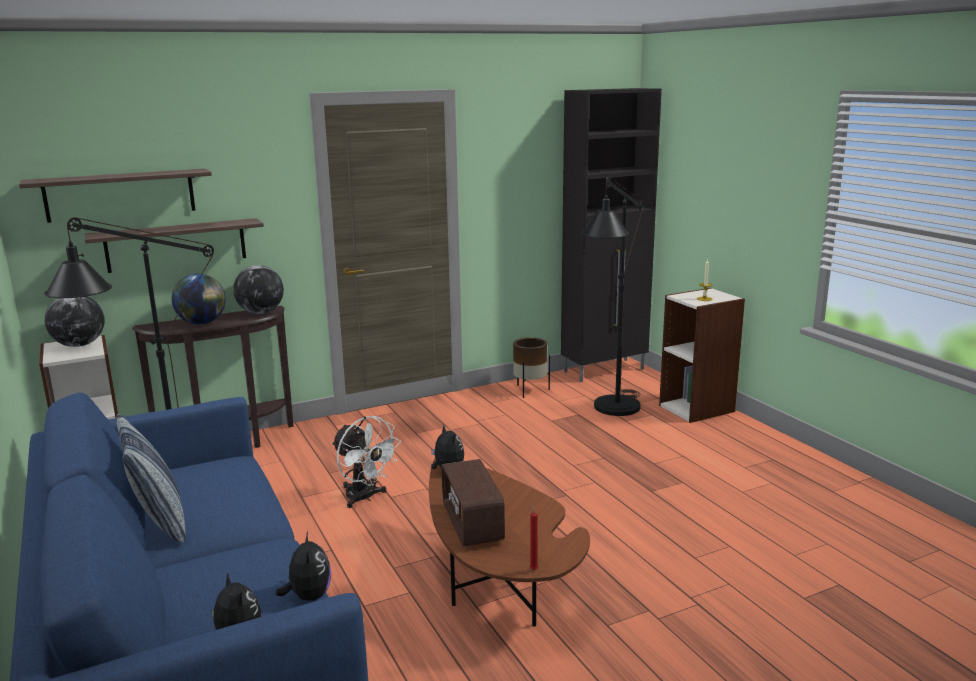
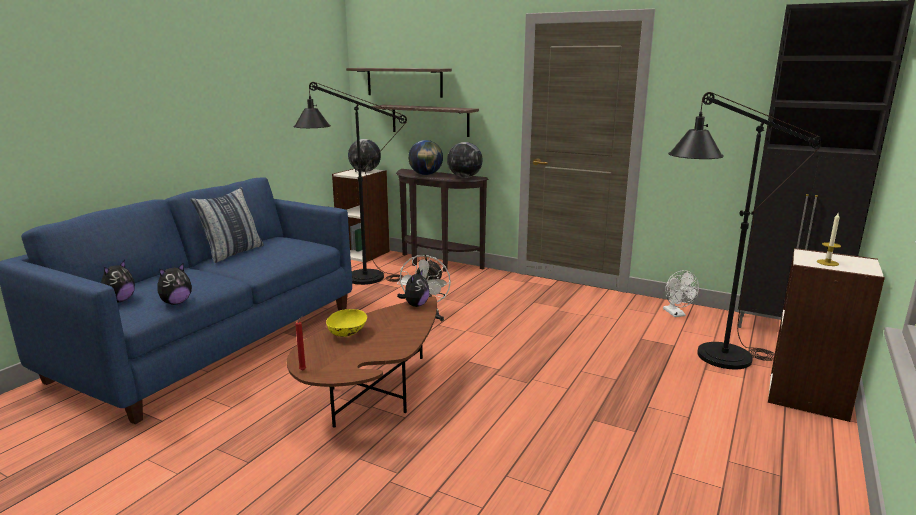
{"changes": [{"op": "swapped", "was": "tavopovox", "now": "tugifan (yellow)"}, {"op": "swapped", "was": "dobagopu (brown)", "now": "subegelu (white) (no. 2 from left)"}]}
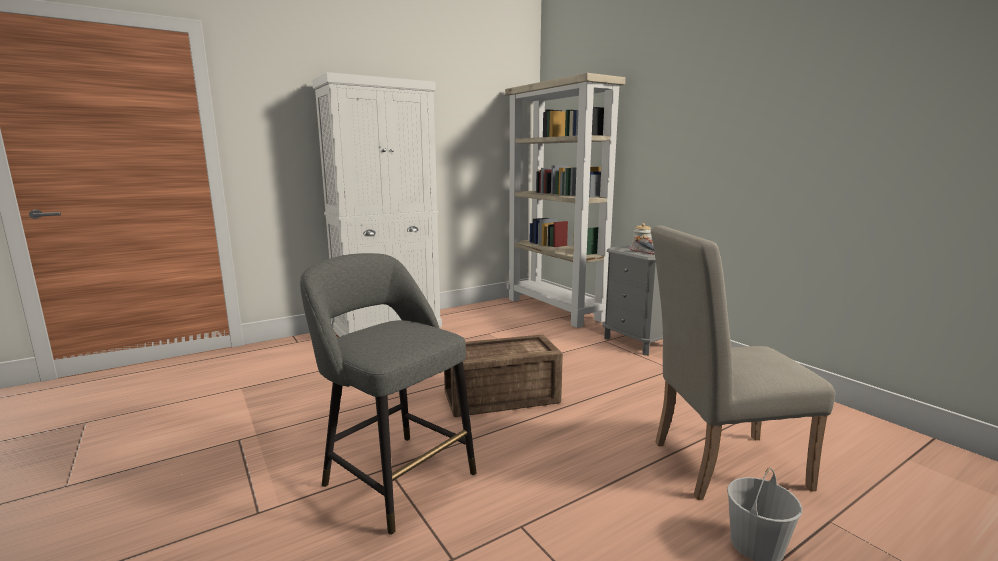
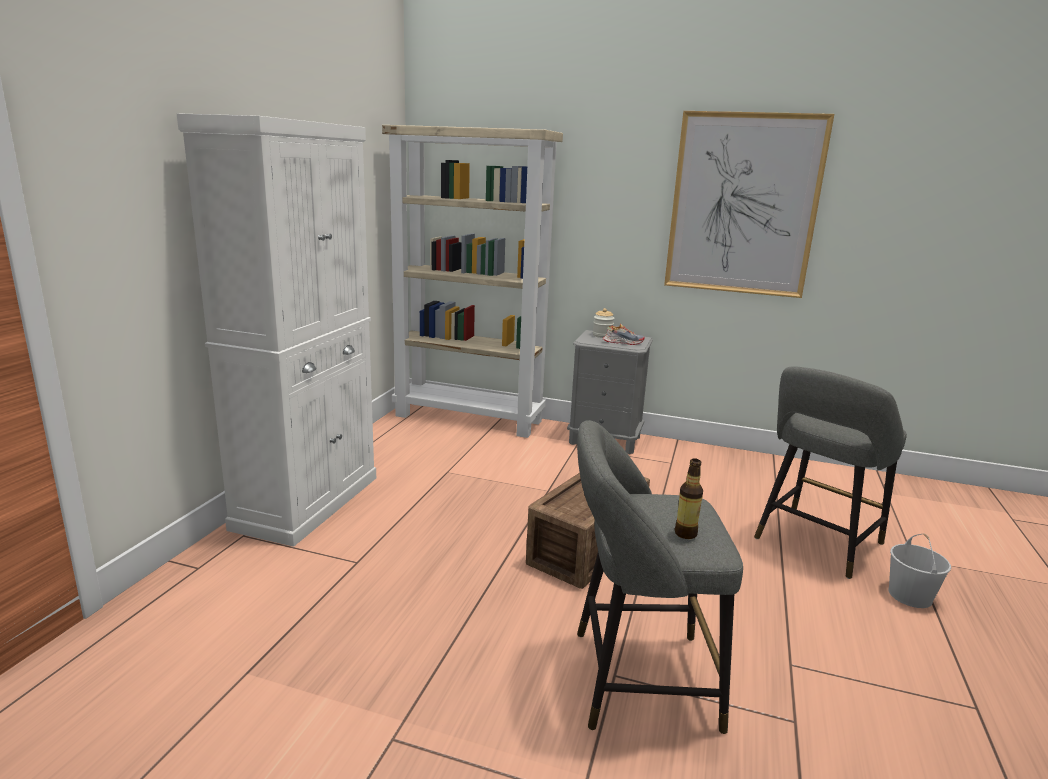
{"changes": [{"op": "new", "now": "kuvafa"}, {"op": "new", "now": "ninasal"}, {"op": "swapped", "was": "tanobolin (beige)", "now": "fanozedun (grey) (no. 2 from left)"}]}
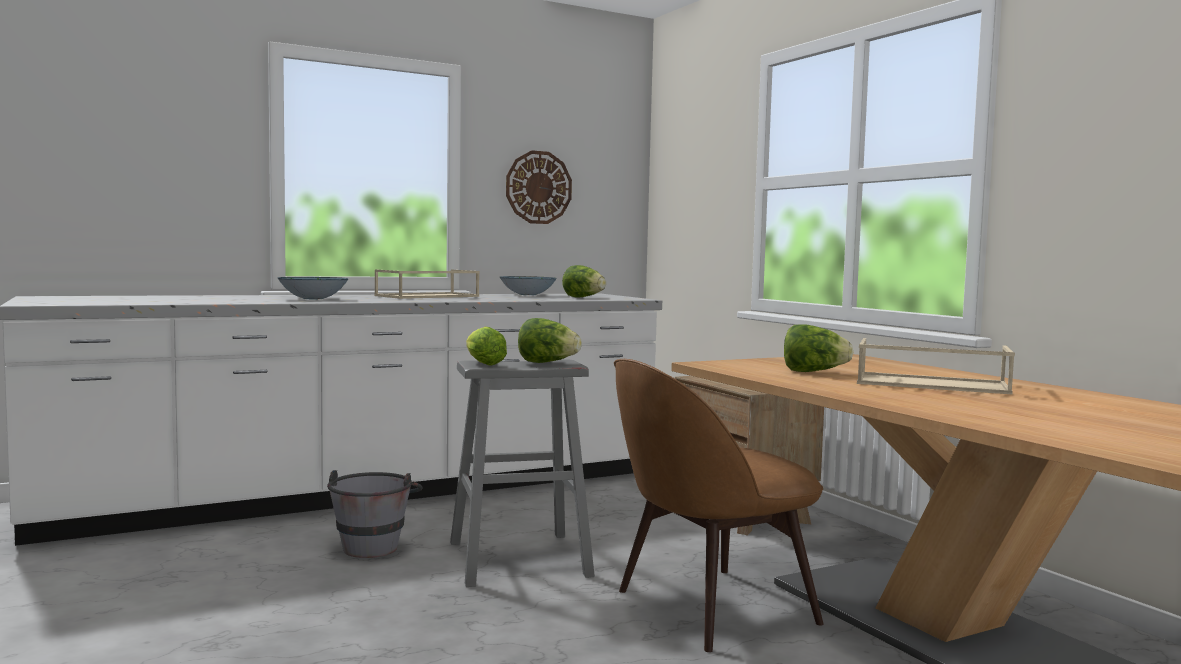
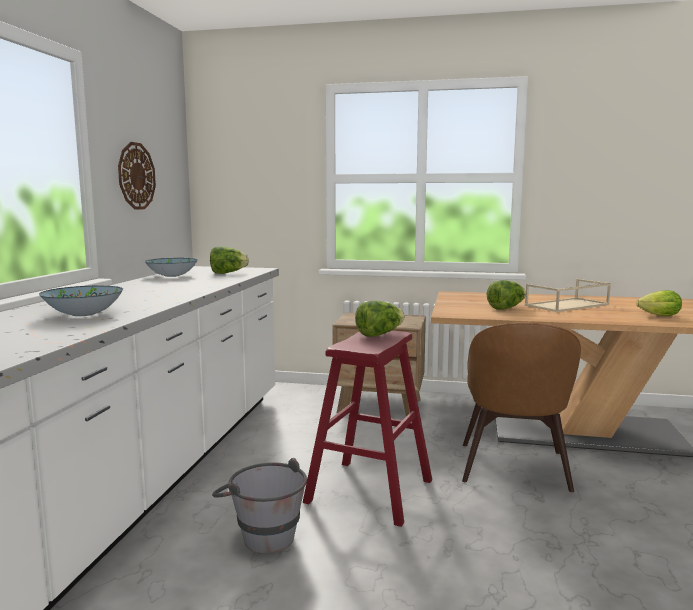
{"changes": [{"op": "repainted", "was": "fanozedun (grey)", "now": "fanozedun (red)"}, {"op": "shifted", "was": "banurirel (no. 1 from left in the first image)", "now": "banurirel (no. 4 from left)"}, {"op": "gone", "was": "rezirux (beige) (no. 1 from left)"}]}
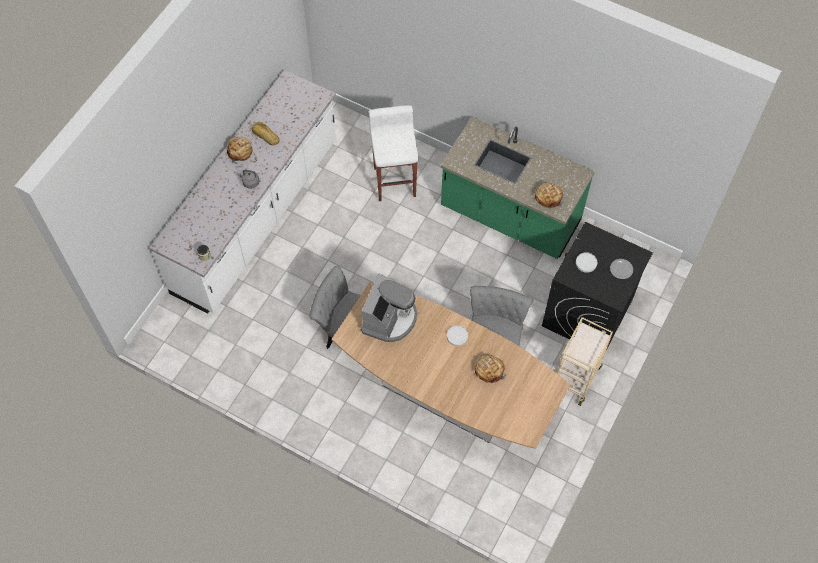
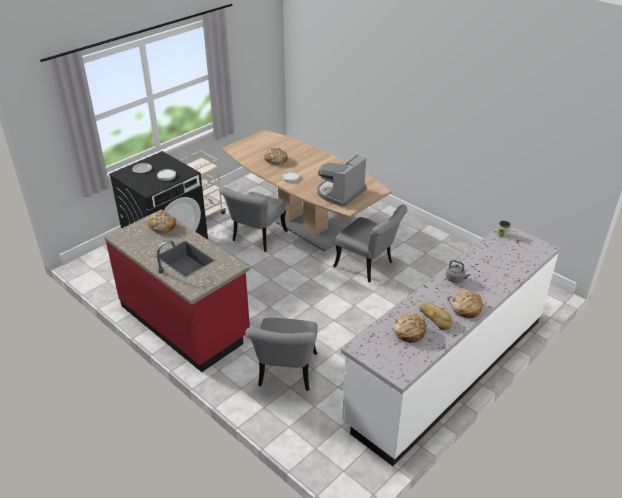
{"changes": [{"op": "repainted", "was": "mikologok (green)", "now": "mikologok (red)"}, {"op": "swapped", "was": "fanozedun (white)", "now": "tanobolin (grey) (no. 2 from left)"}, {"op": "new", "now": "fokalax (no. 3 from left)"}]}
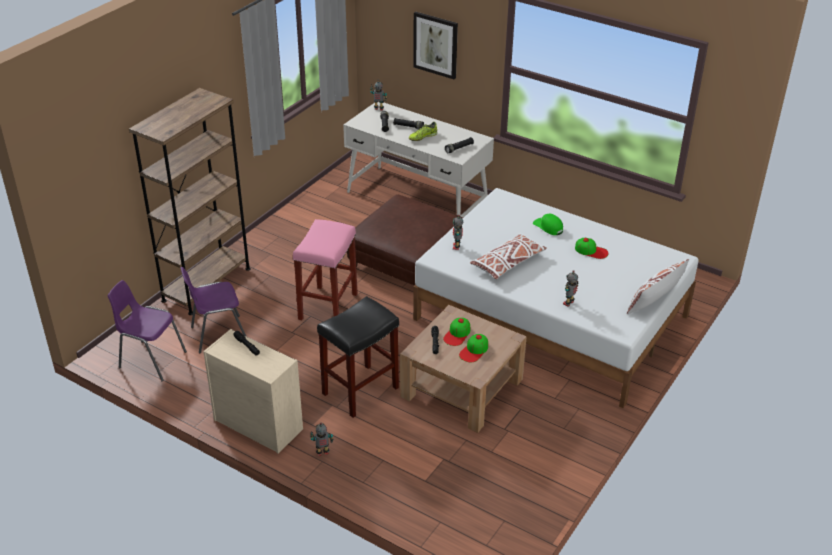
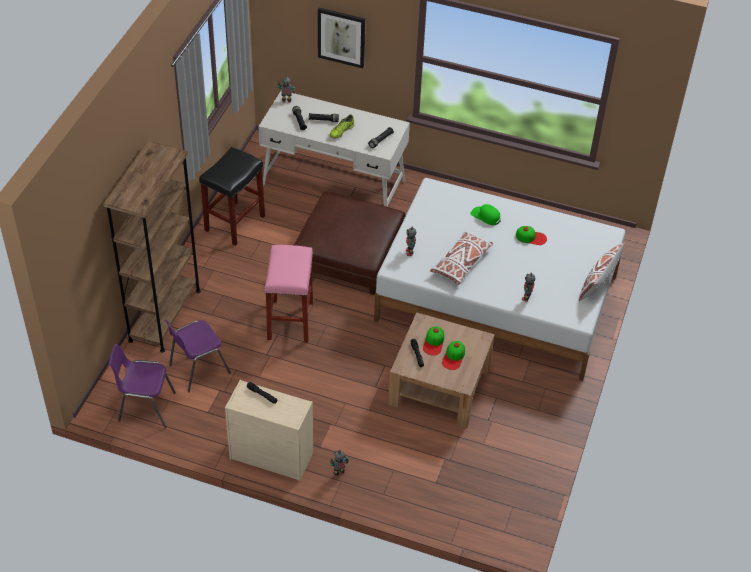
{"changes": [{"op": "shifted", "was": "fanozedun (black)"}]}
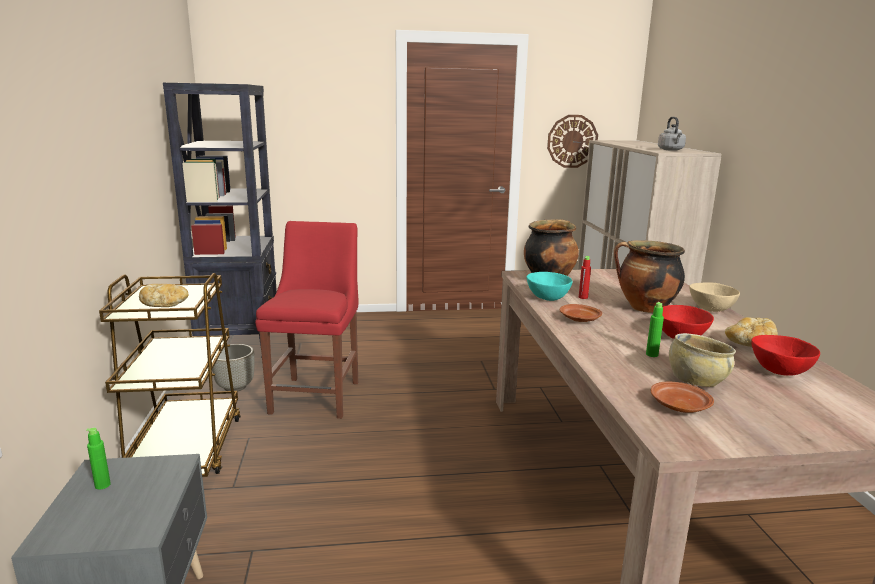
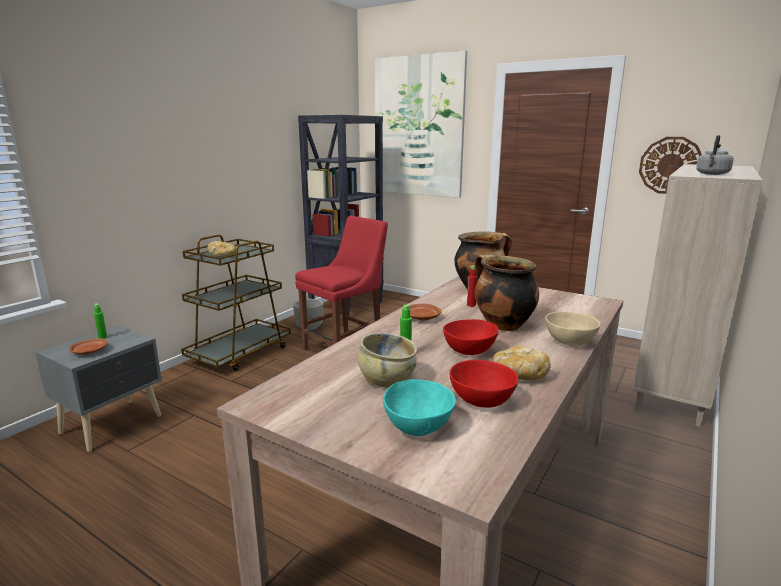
{"changes": [{"op": "shifted", "was": "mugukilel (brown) (no. 2 from left in the first image)", "now": "mugukilel (brown) (no. 1 from left)"}, {"op": "new", "now": "kuvafa"}, {"op": "shifted", "was": "tugifan (turquoise)"}]}
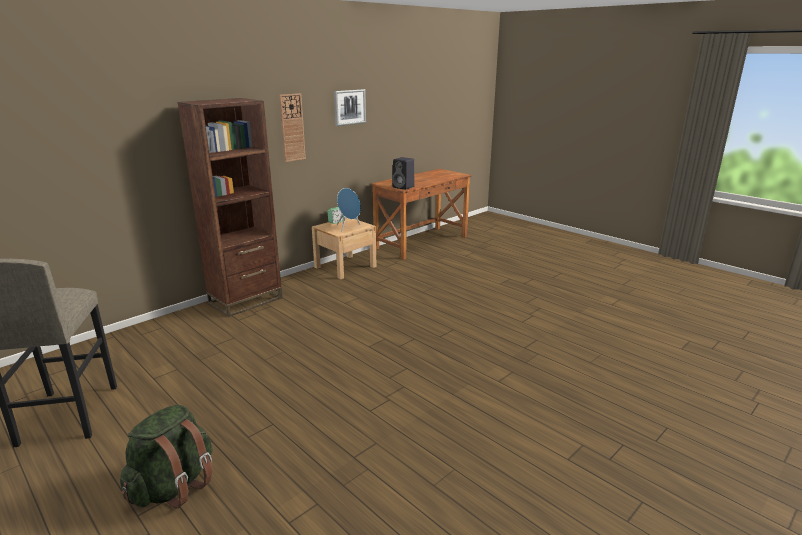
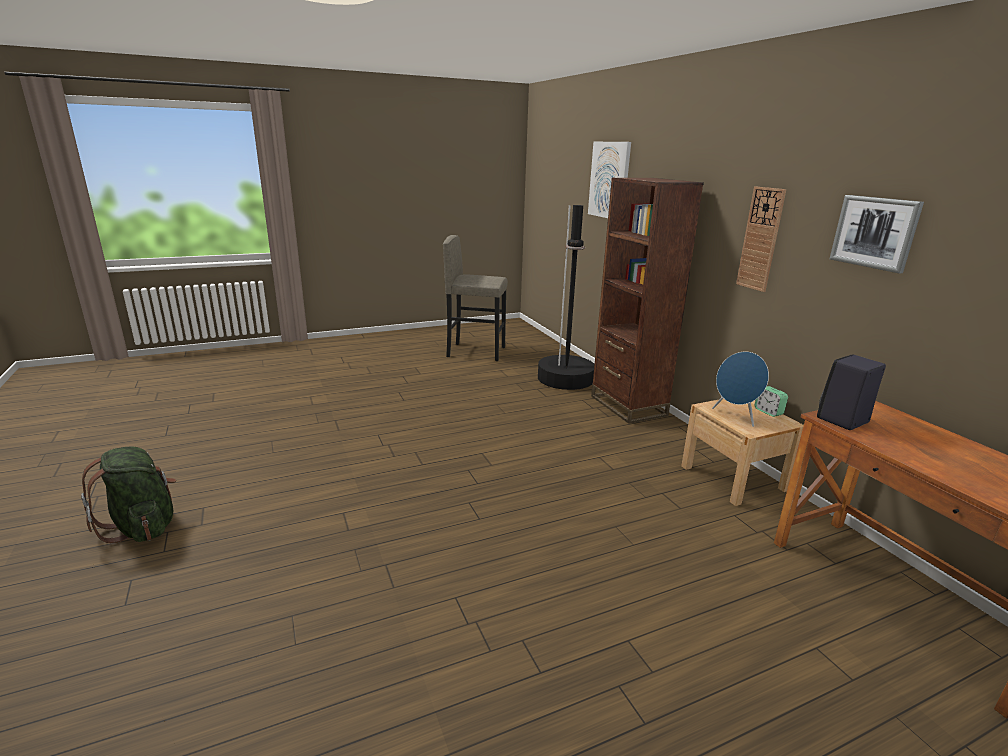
{"changes": [{"op": "shifted", "was": "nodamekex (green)"}, {"op": "new", "now": "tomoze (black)"}, {"op": "new", "now": "kuvafa (no. 1 from left)"}]}
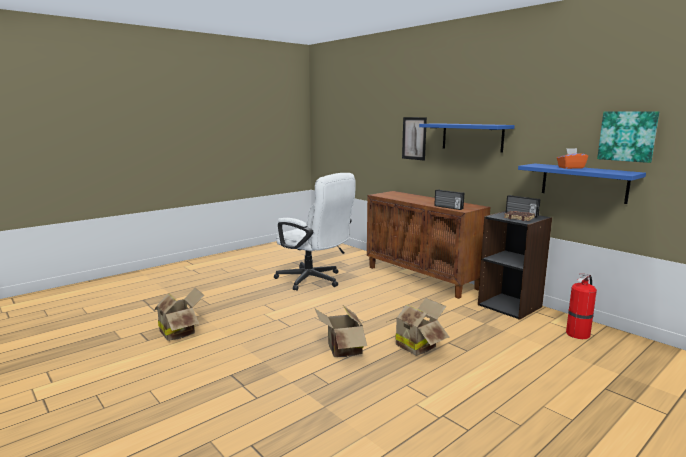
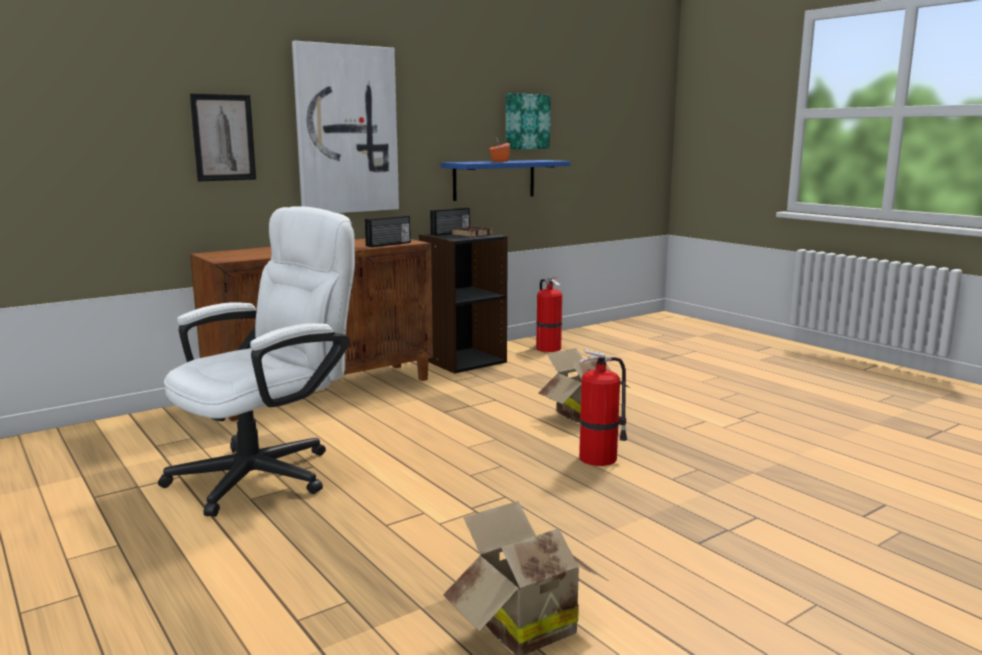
{"changes": [{"op": "swapped", "was": "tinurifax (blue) (no. 1 from left)", "now": "kuvafa (no. 2 from left)"}, {"op": "swapped", "was": "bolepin (no. 2 from left)", "now": "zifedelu (no. 2 from left)"}]}
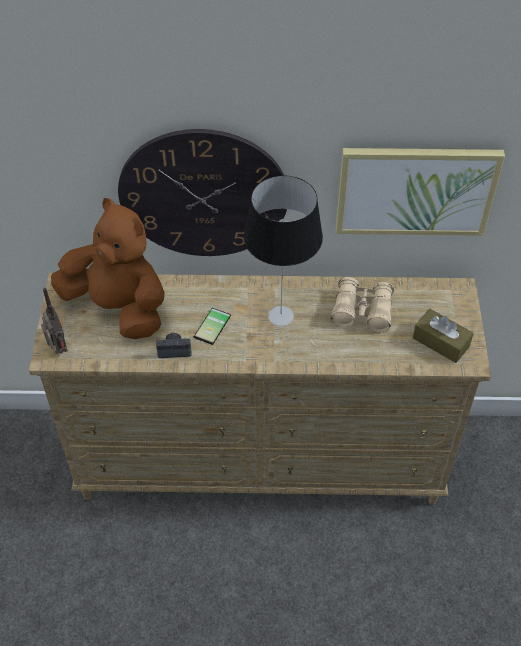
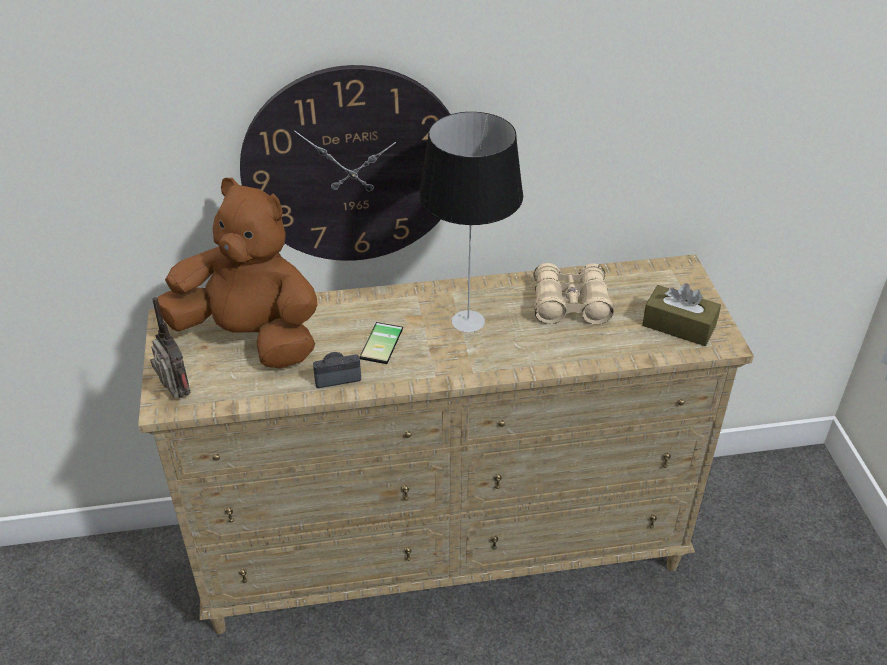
{"changes": [{"op": "gone", "was": "kuvafa"}]}
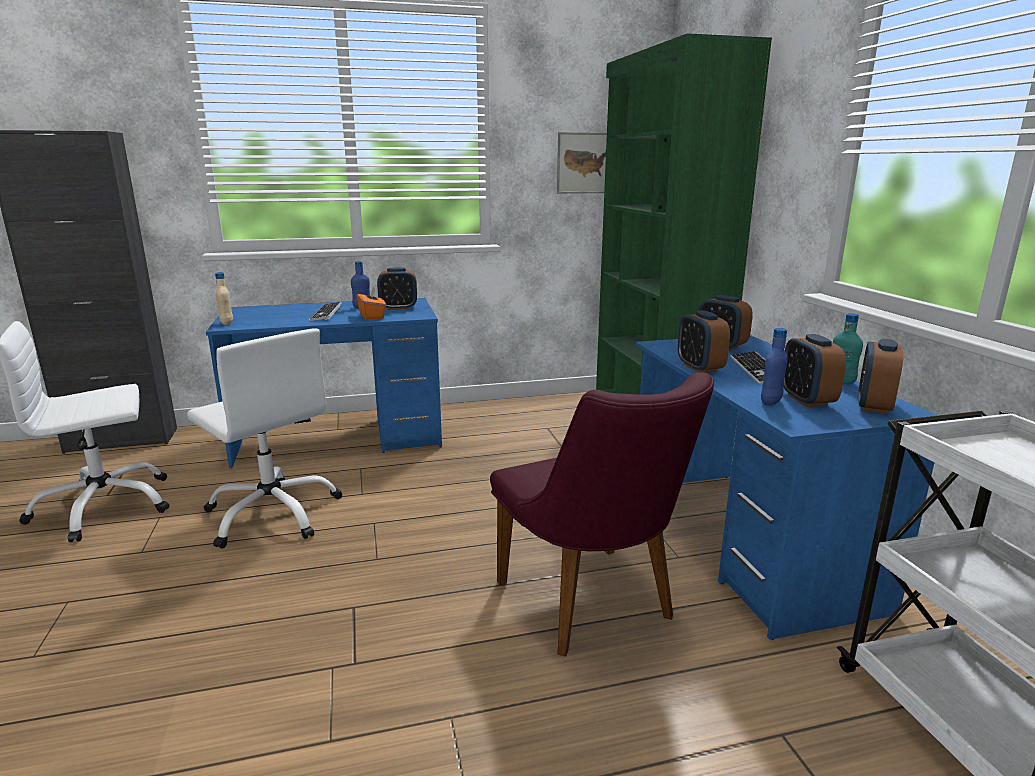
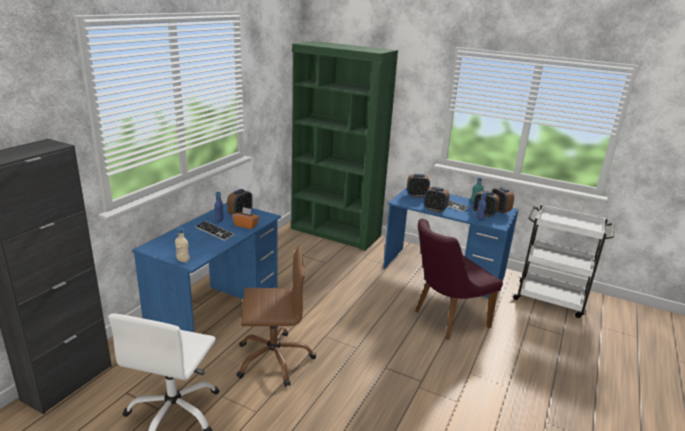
{"changes": [{"op": "repainted", "was": "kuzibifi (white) (no. 2 from left)", "now": "kuzibifi (brown)"}, {"op": "rotated", "was": "tanobolin (purple)", "clockwise": 135}, {"op": "gone", "was": "kuvafa"}]}
